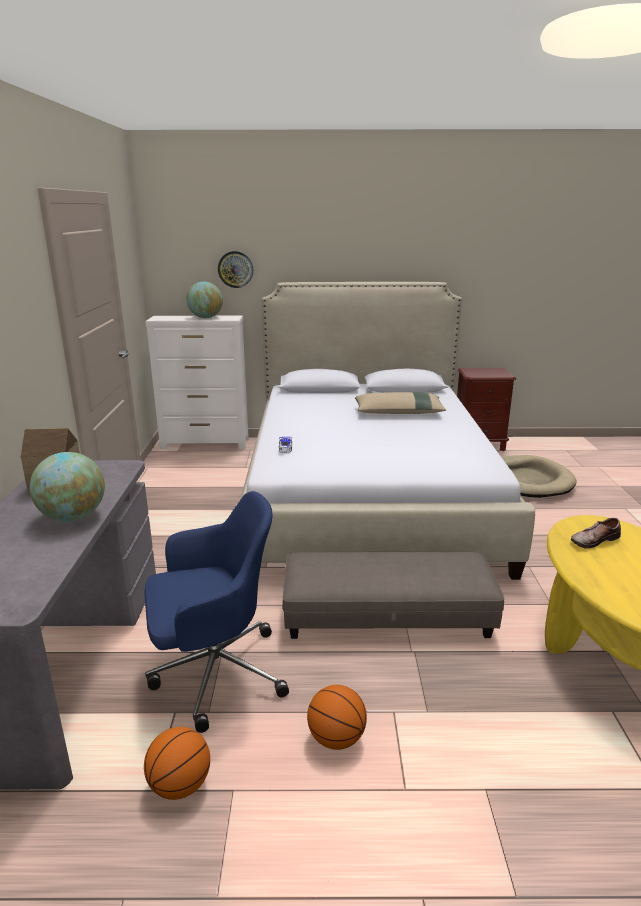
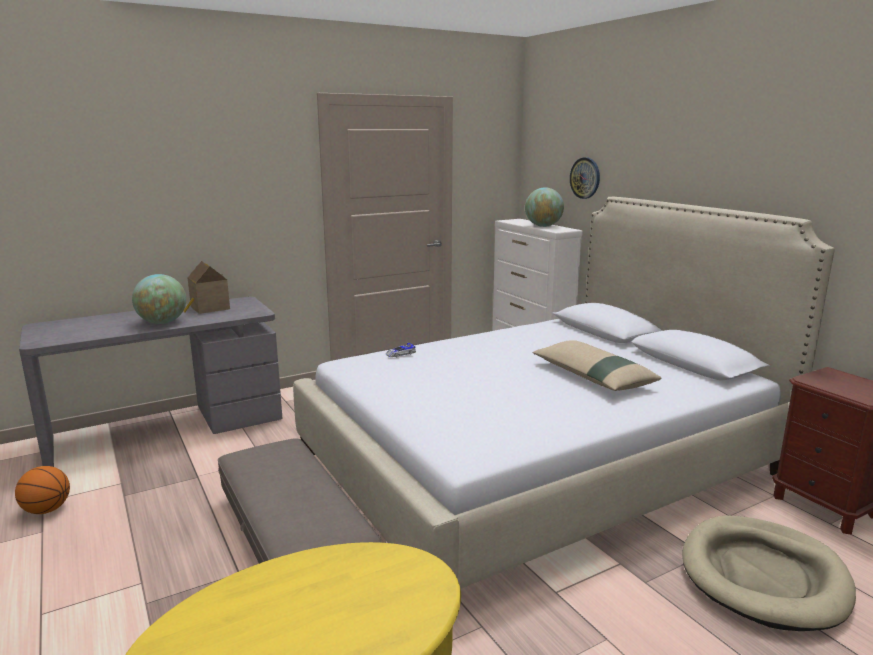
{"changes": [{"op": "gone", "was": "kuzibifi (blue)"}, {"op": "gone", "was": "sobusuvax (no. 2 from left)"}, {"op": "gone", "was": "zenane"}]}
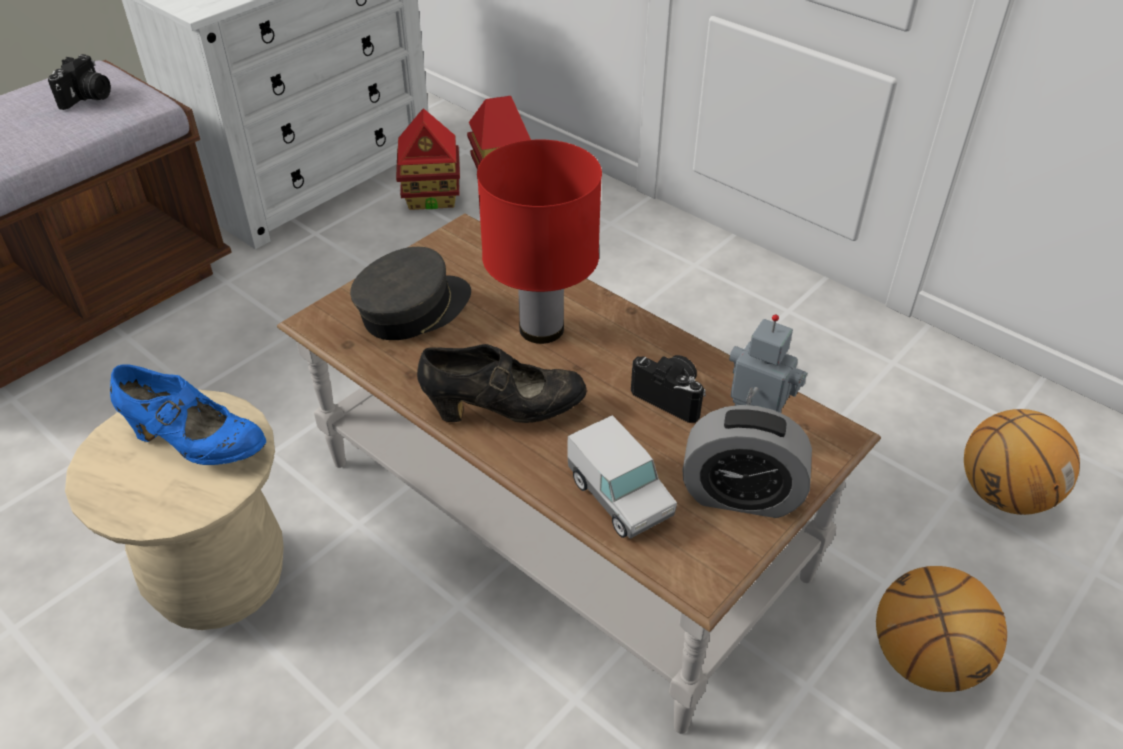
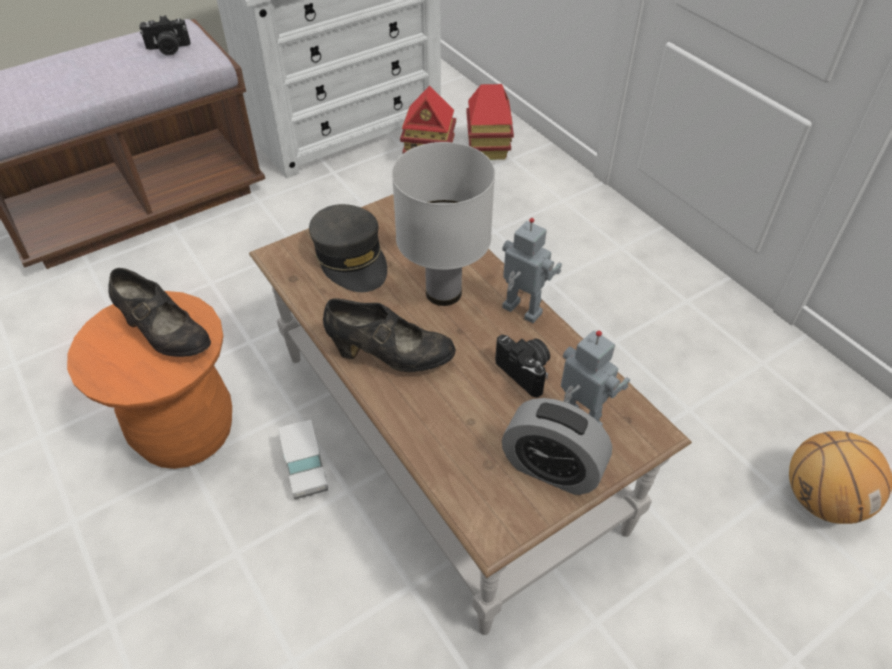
{"changes": [{"op": "repainted", "was": "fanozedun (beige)", "now": "fanozedun (orange)"}, {"op": "repainted", "was": "zenane (blue)", "now": "zenane (black) (no. 1 from left)"}, {"op": "rotated", "was": "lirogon (no. 1 from left)", "clockwise": 45}, {"op": "shifted", "was": "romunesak"}, {"op": "rotated", "was": "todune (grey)", "clockwise": 90}, {"op": "repainted", "was": "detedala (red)", "now": "detedala (white)"}, {"op": "new", "now": "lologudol (no. 1 from left)"}, {"op": "gone", "was": "sobusuvax (no. 1 from left)"}]}
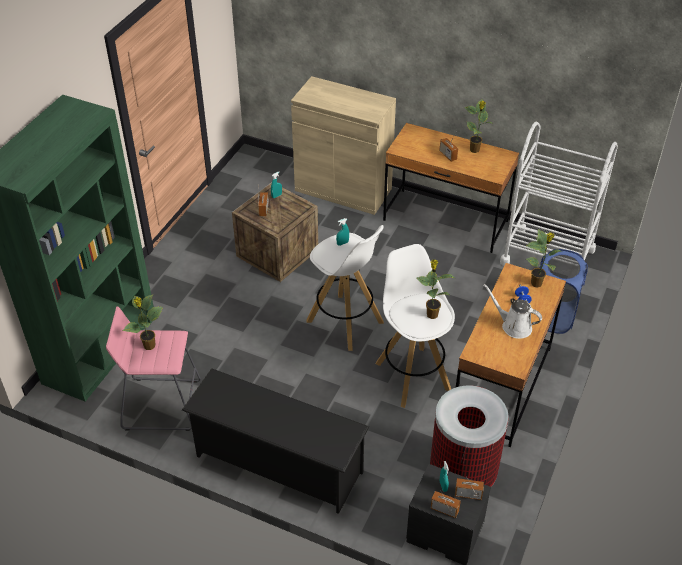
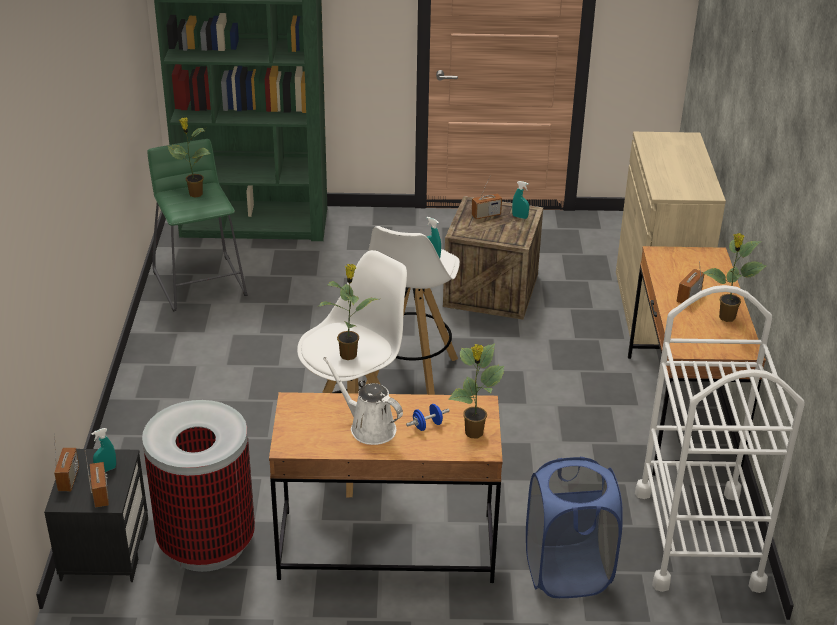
{"changes": [{"op": "repainted", "was": "fanozedun (pink)", "now": "fanozedun (green)"}, {"op": "rotated", "was": "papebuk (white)", "clockwise": -60}, {"op": "gone", "was": "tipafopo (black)"}]}
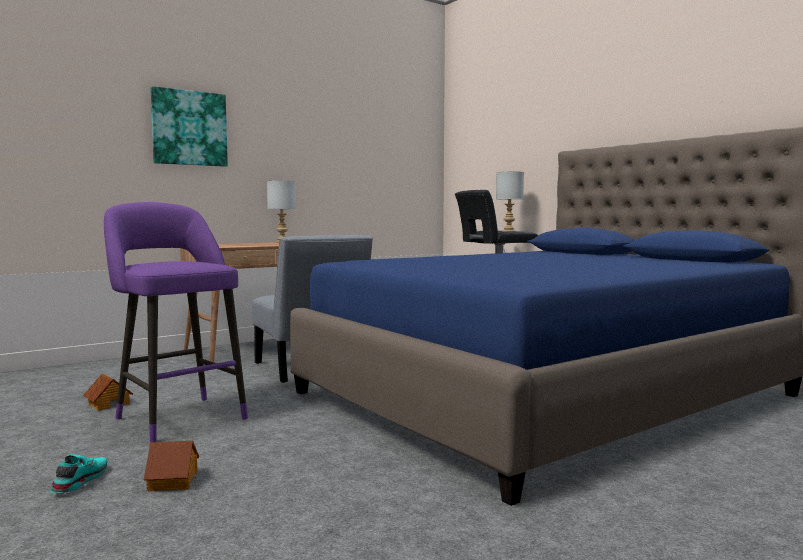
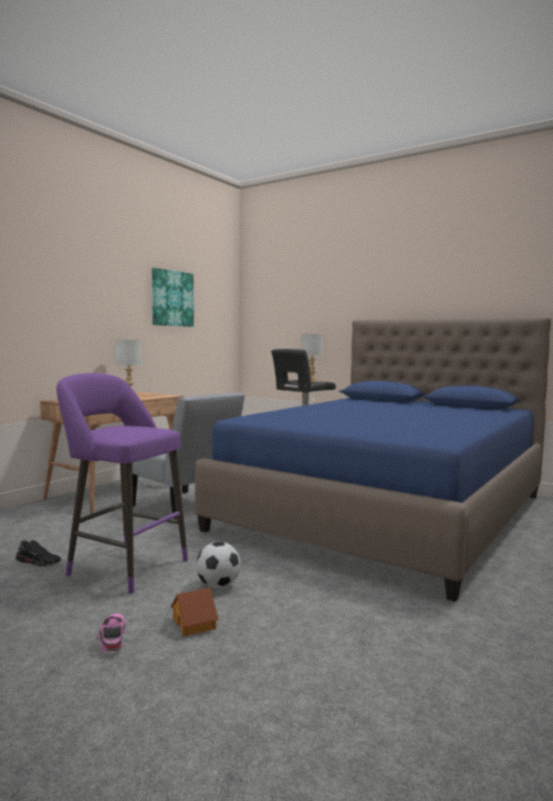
{"changes": [{"op": "swapped", "was": "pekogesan (no. 1 from left)", "now": "zenane (black)"}, {"op": "repainted", "was": "zenane (turquoise)", "now": "zenane (pink)"}, {"op": "shifted", "was": "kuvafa"}, {"op": "new", "now": "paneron"}]}
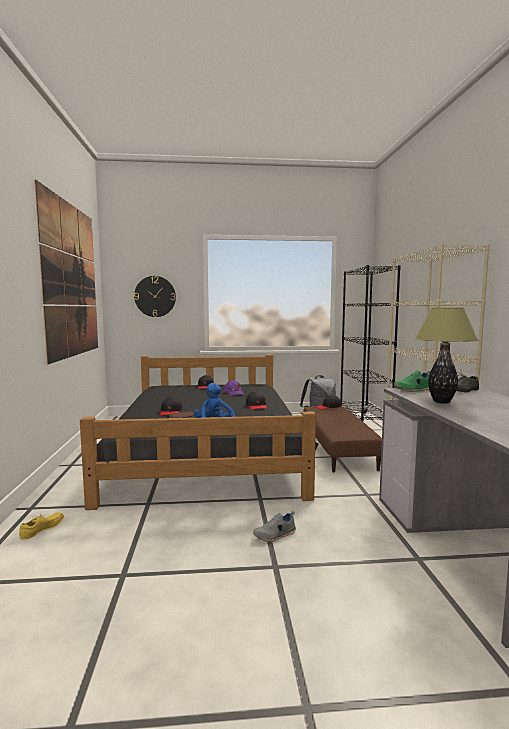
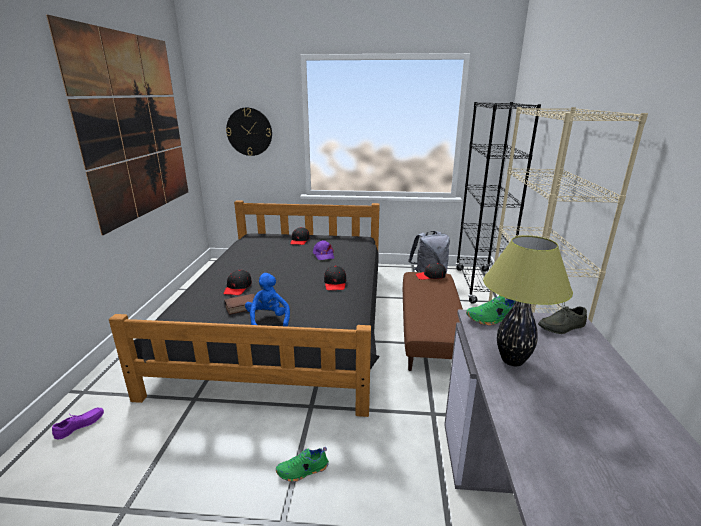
{"changes": [{"op": "repainted", "was": "zenane (yellow)", "now": "zenane (purple)"}, {"op": "repainted", "was": "zenane (grey) (no. 1 from left)", "now": "zenane (green) (no. 1 from left)"}]}
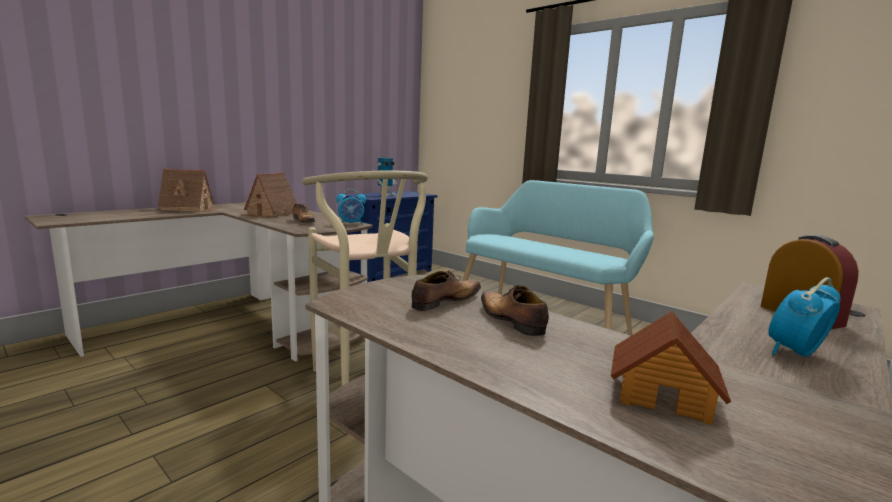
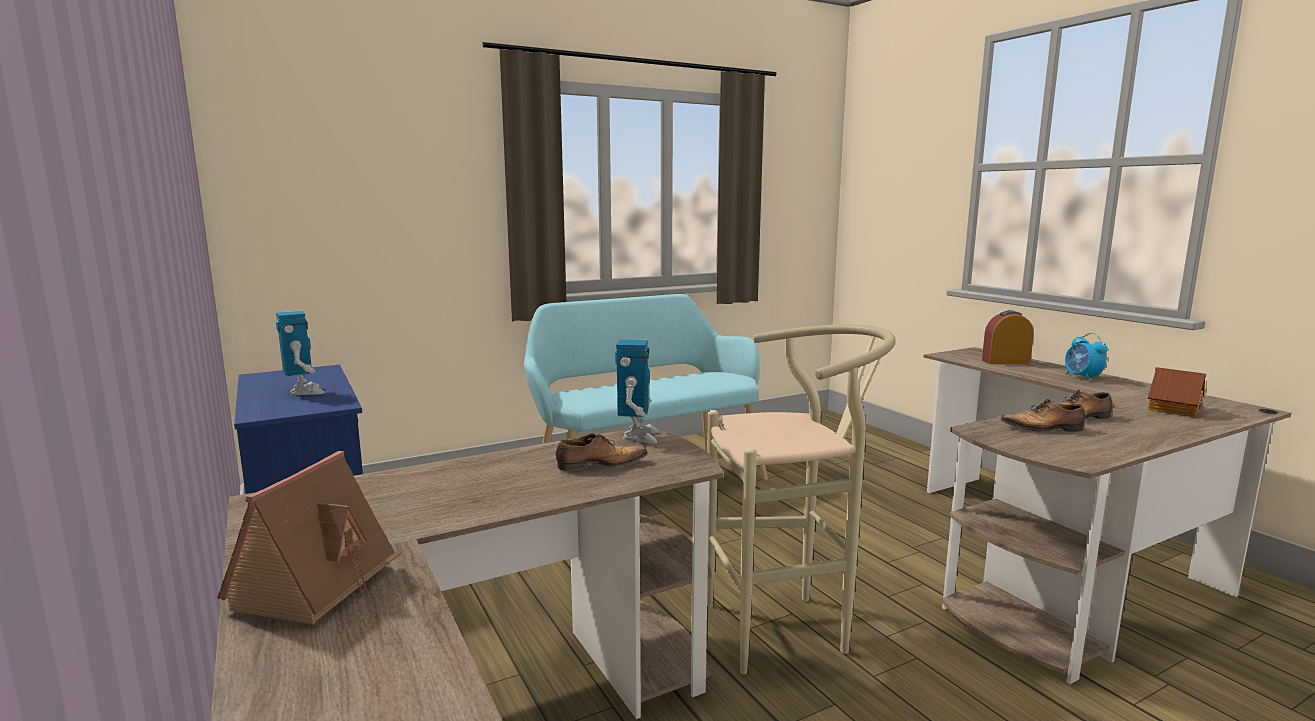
{"changes": [{"op": "swapped", "was": "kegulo (no. 1 from left)", "now": "lologudol (no. 2 from left)"}, {"op": "rotated", "was": "zenane (no. 2 from left)", "clockwise": -60}, {"op": "gone", "was": "pekogesan (no. 2 from left)"}]}
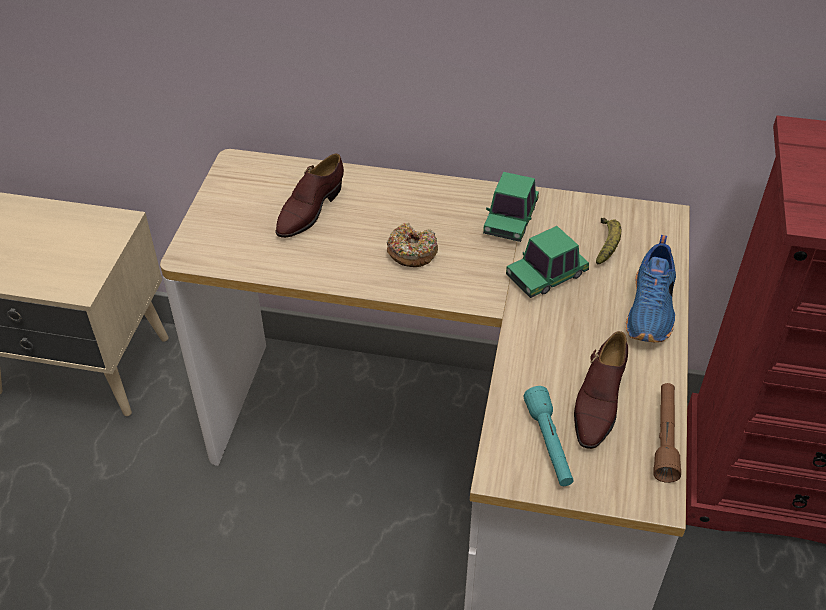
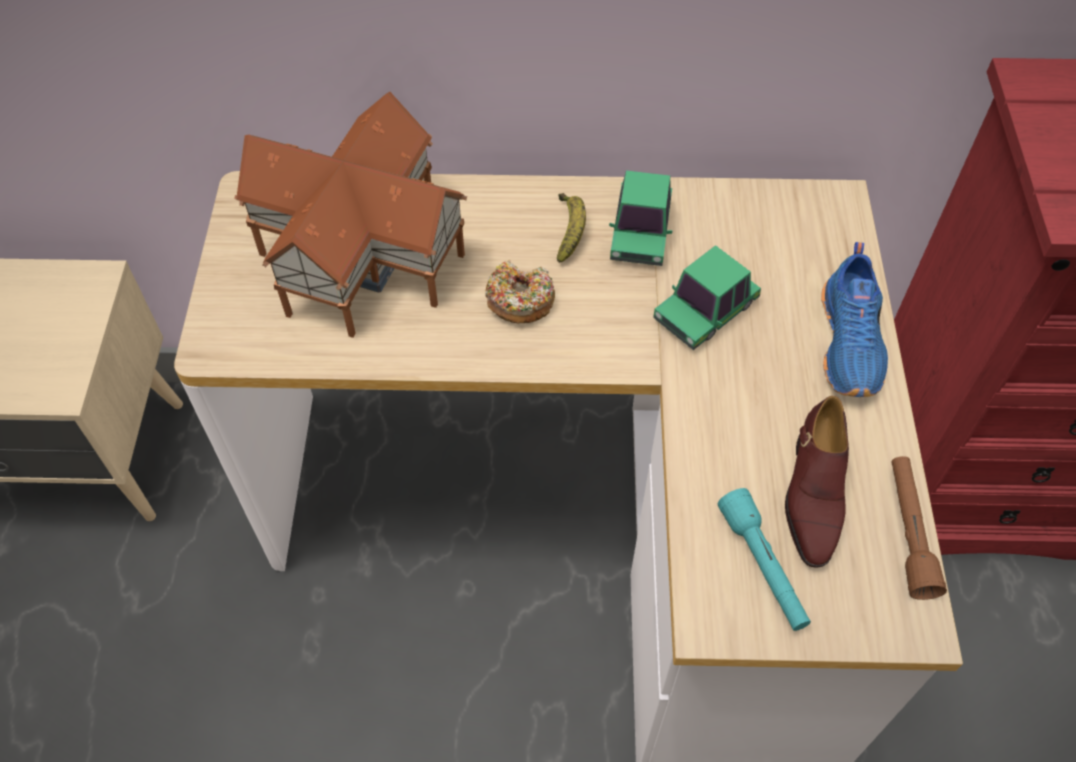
{"changes": [{"op": "swapped", "was": "zenane (brown) (no. 1 from left)", "now": "pekogesan"}, {"op": "shifted", "was": "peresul"}]}
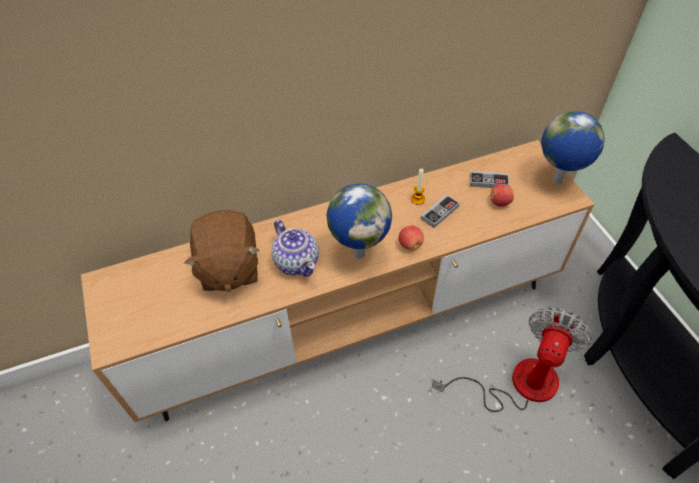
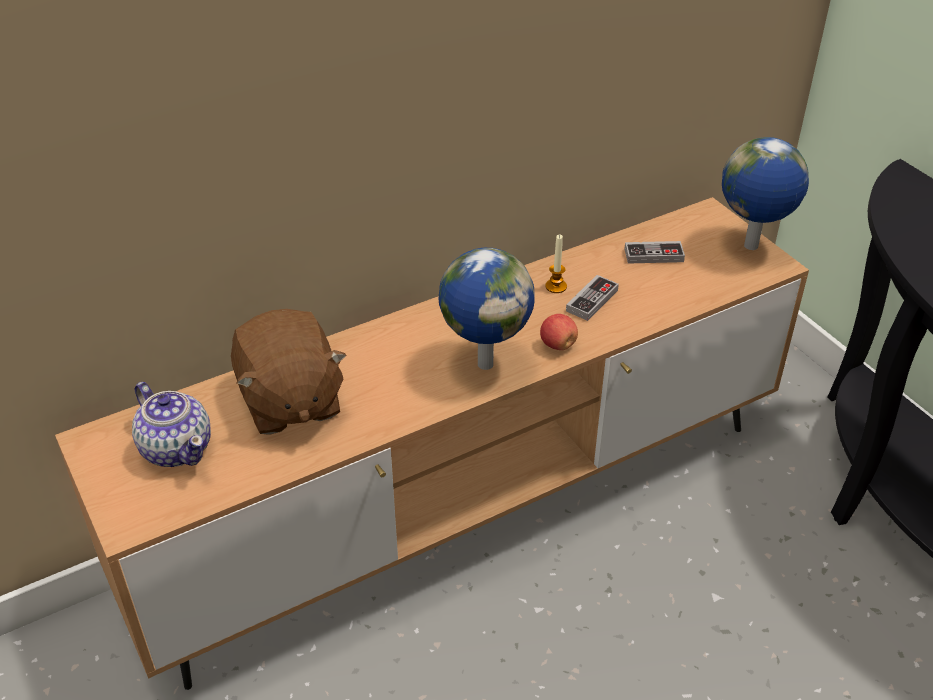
{"changes": [{"op": "shifted", "was": "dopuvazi"}, {"op": "gone", "was": "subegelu"}, {"op": "gone", "was": "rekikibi (no. 2 from left)"}]}
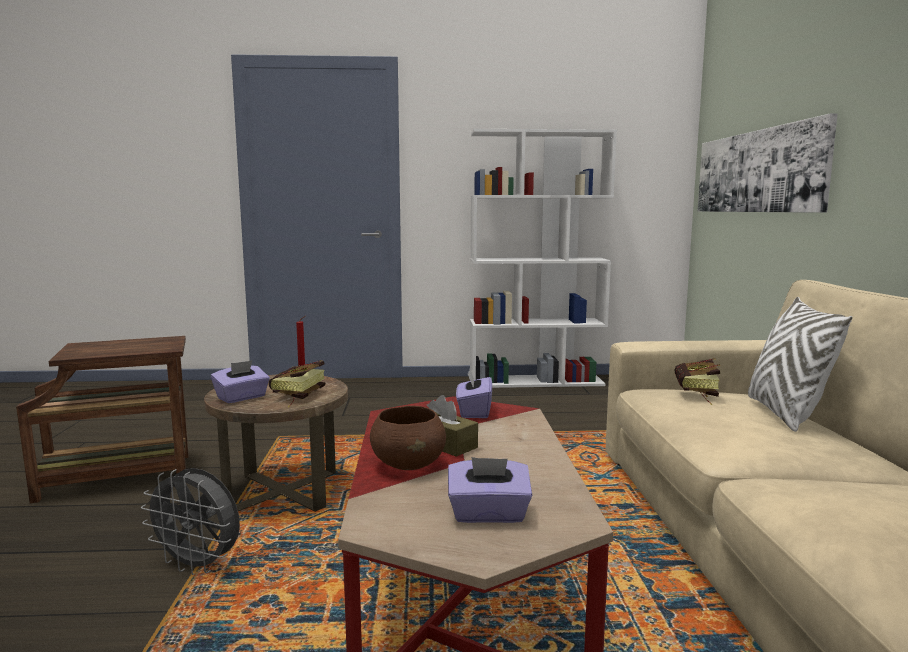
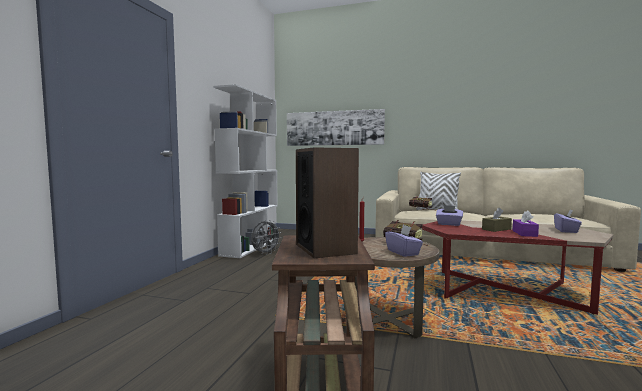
{"changes": [{"op": "shifted", "was": "subegelu (grey)"}, {"op": "new", "now": "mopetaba"}, {"op": "swapped", "was": "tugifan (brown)", "now": "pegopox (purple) (no. 3 from left)"}]}
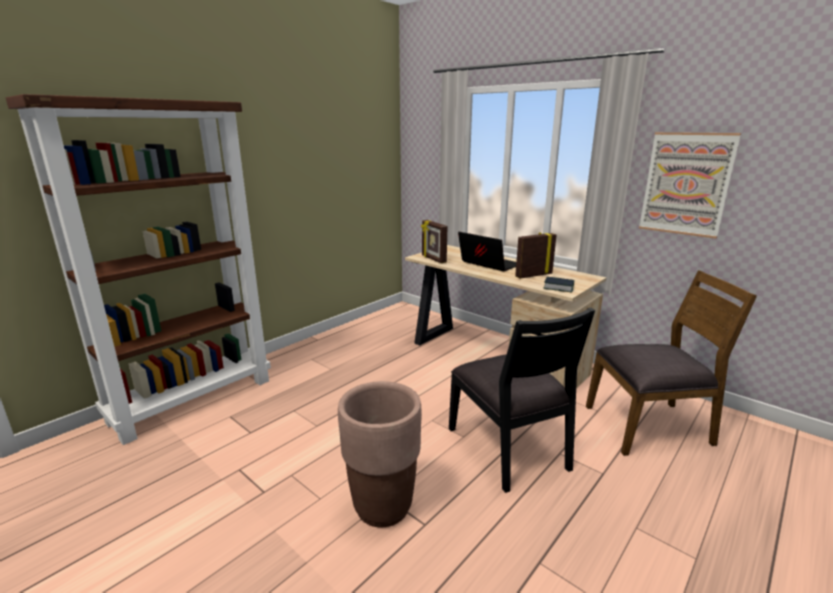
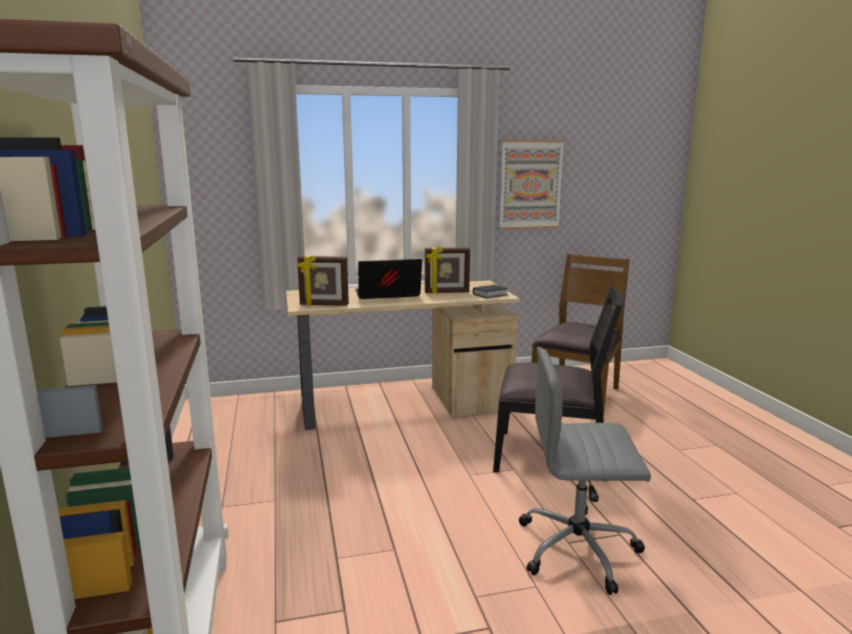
{"changes": [{"op": "rotated", "was": "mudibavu (no. 2 from left)", "clockwise": -105}, {"op": "swapped", "was": "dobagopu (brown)", "now": "kuzibifi (grey)"}]}
